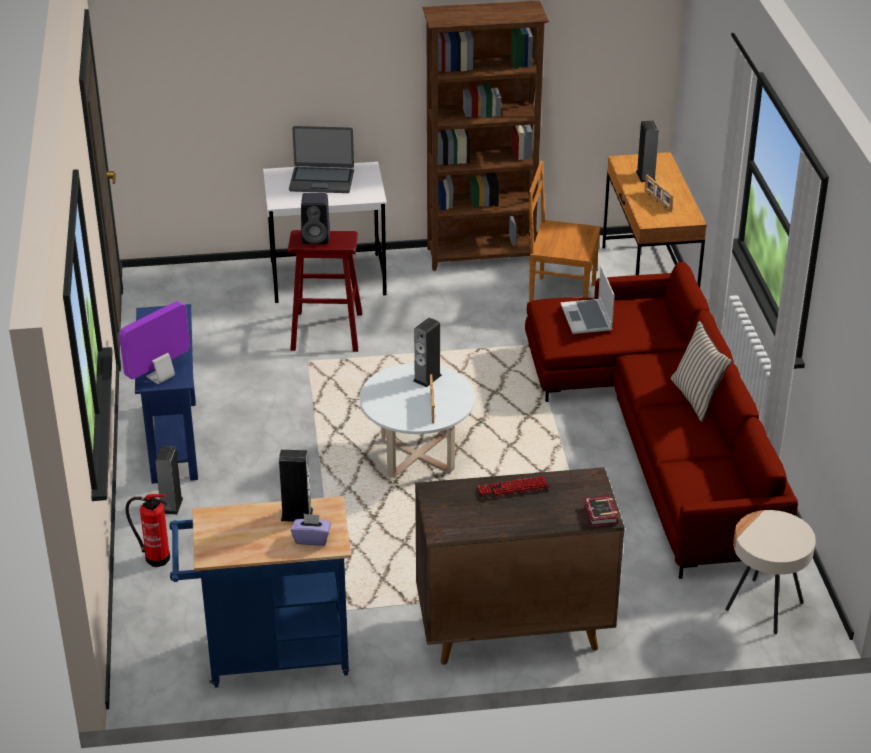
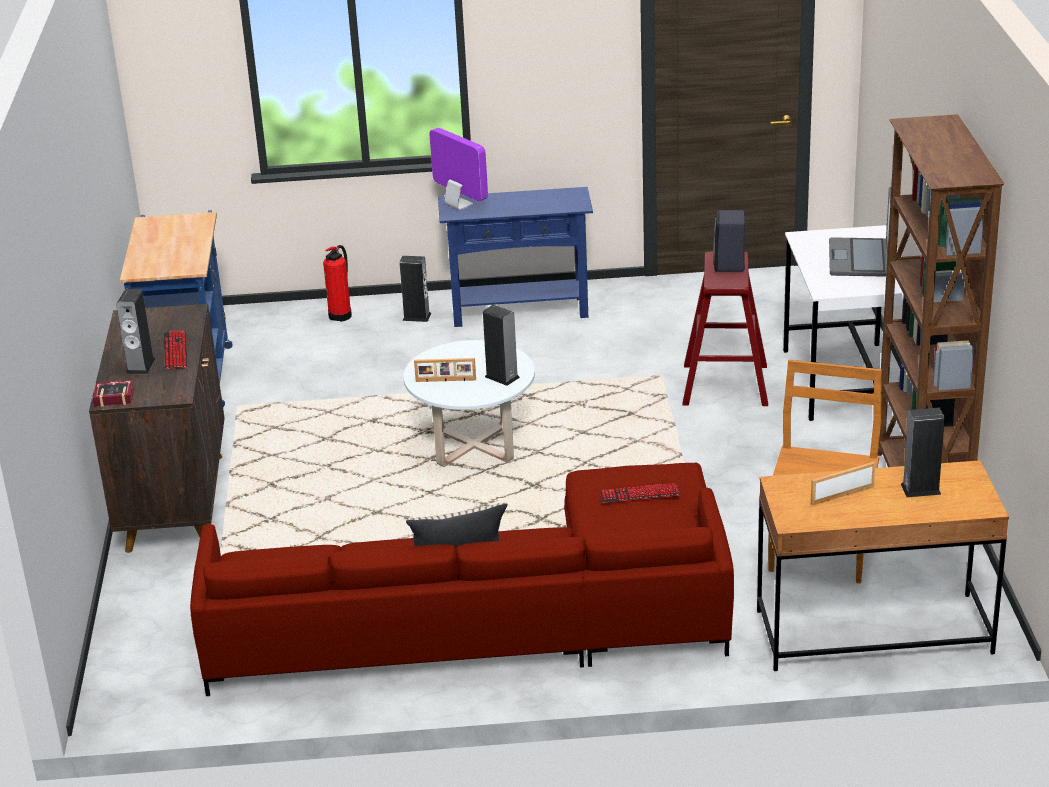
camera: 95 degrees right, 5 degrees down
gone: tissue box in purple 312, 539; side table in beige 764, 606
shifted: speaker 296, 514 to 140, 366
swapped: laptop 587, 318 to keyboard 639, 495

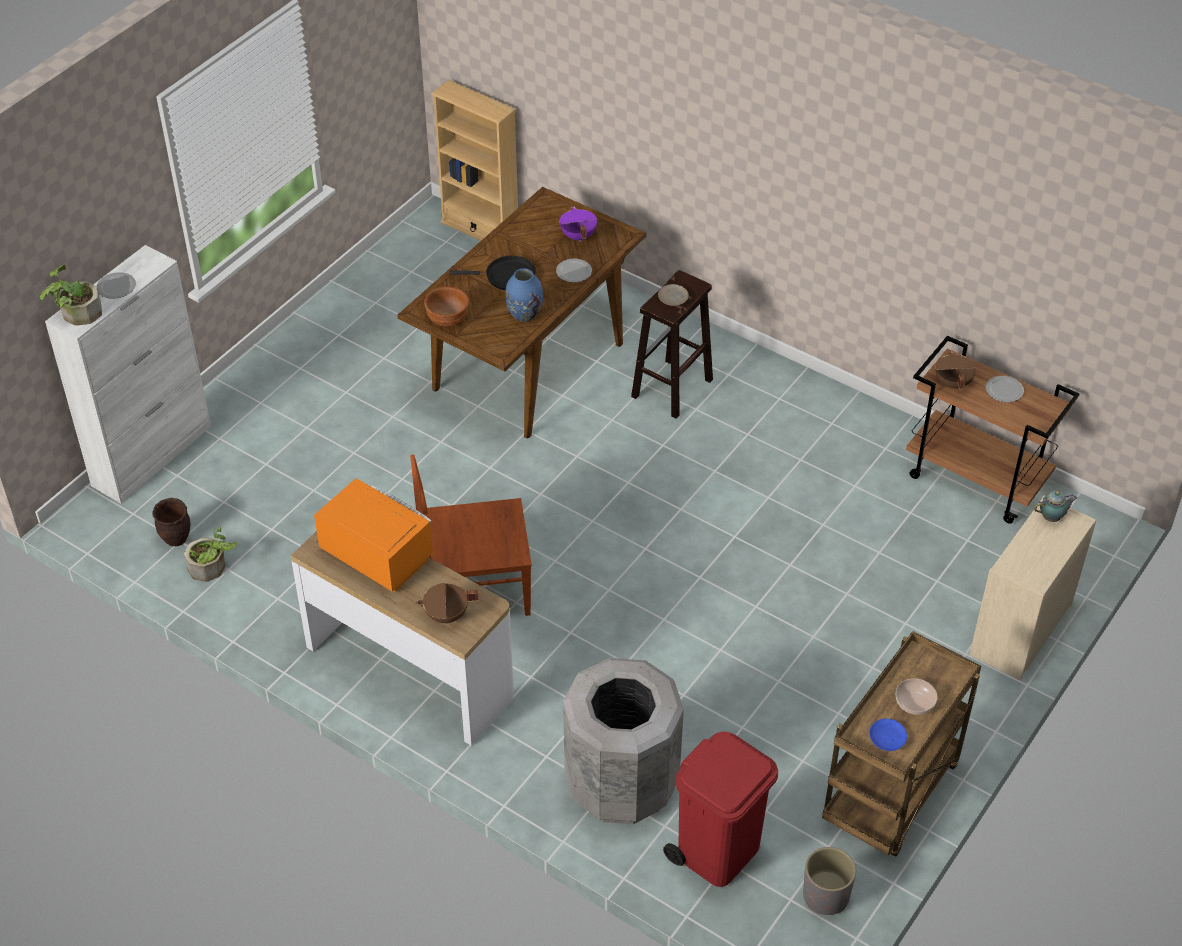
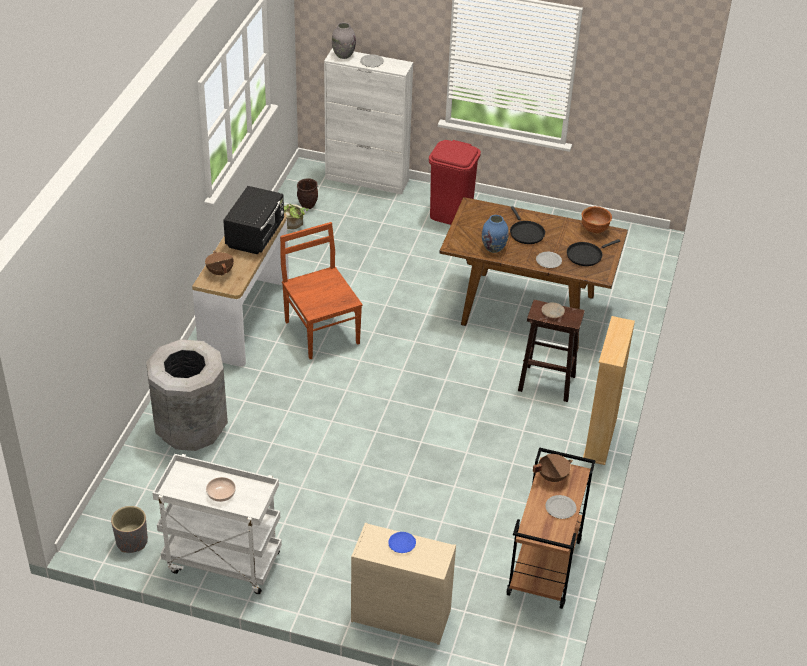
camera: 70 degrees right, 5 degrees down
gone: teapot 1052, 517
shifted: bowl in brown 448, 320 to 594, 230; bookcase in beige 480, 230 to 600, 439; trash can in red 718, 850 to 451, 215; plate in blue 887, 737 to 402, 545
swapped: potted plant 76, 313 to vase in grey 343, 55; cooking pot in purple 577, 236 to frying pan in black 586, 255
repainted: microwave in orange 376, 555 to microwave in black 256, 235; cart in brown 891, 797 to cart in white 221, 562

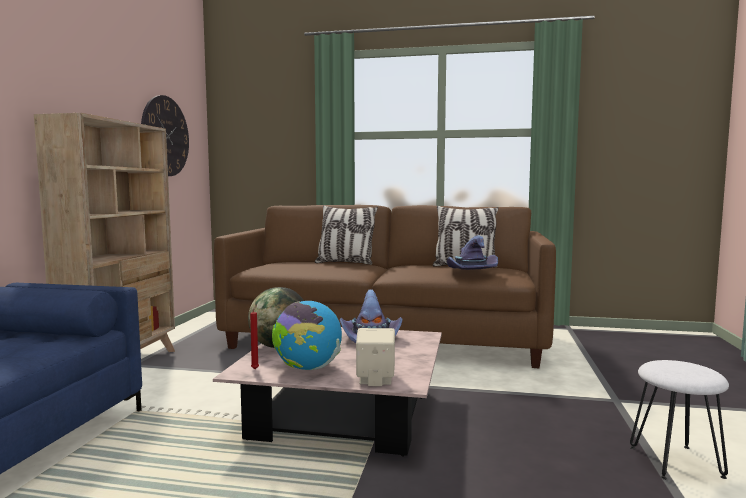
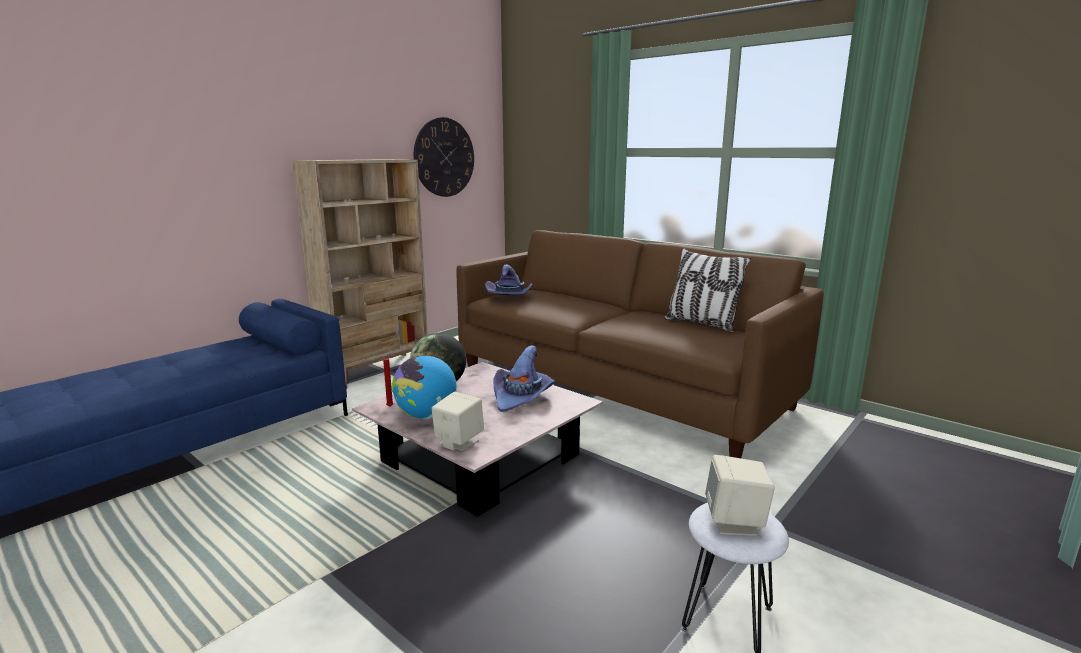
camera: 30 degrees right, 10 degrees up
gone: pillow 345, 263
new: speaker in beige 735, 522
shifted: hat in purple 470, 273 to 509, 297

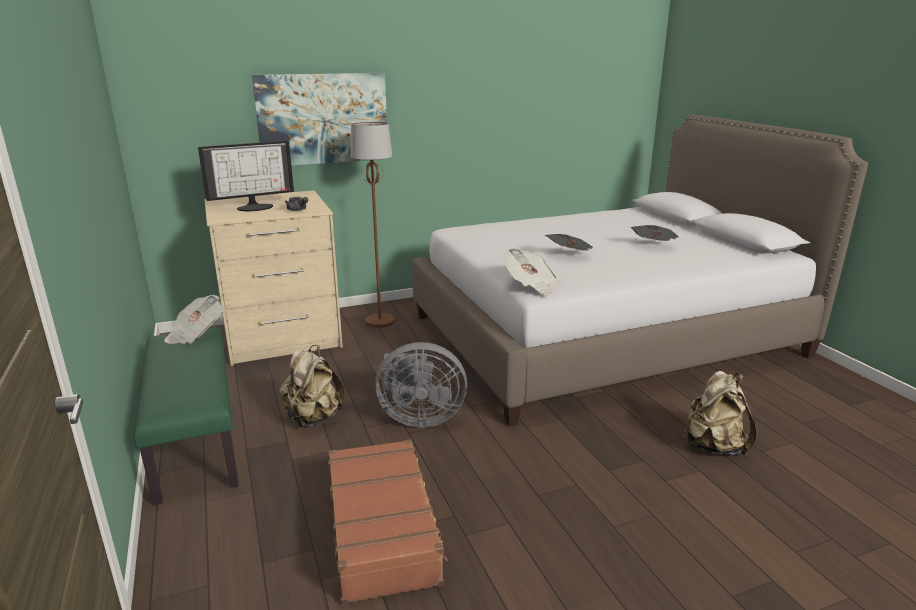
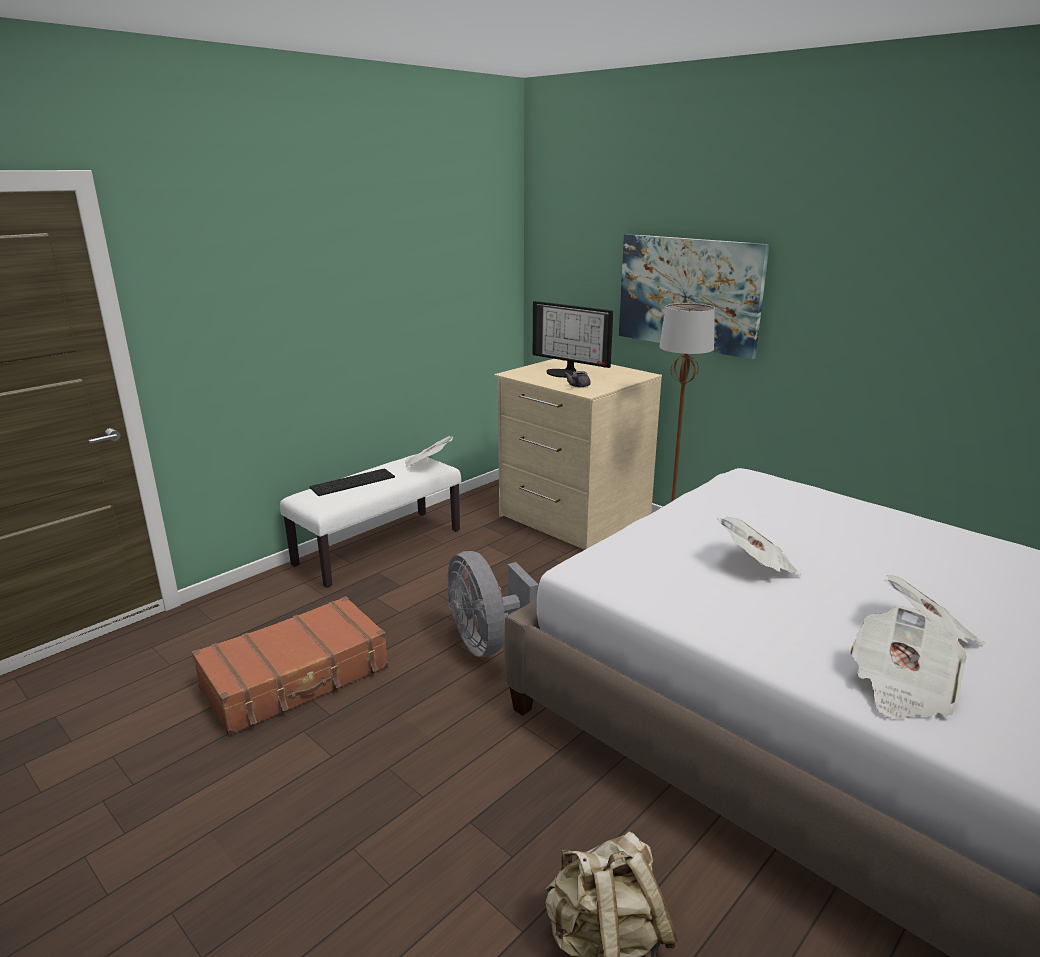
camera: 65 degrees right, 0 degrees up
gone: backpack in beige 313, 418
new: keyboard 353, 481
shifted: newspaper 531, 286 to 900, 688
repainted: bench in green 195, 439 to bench in white 379, 546

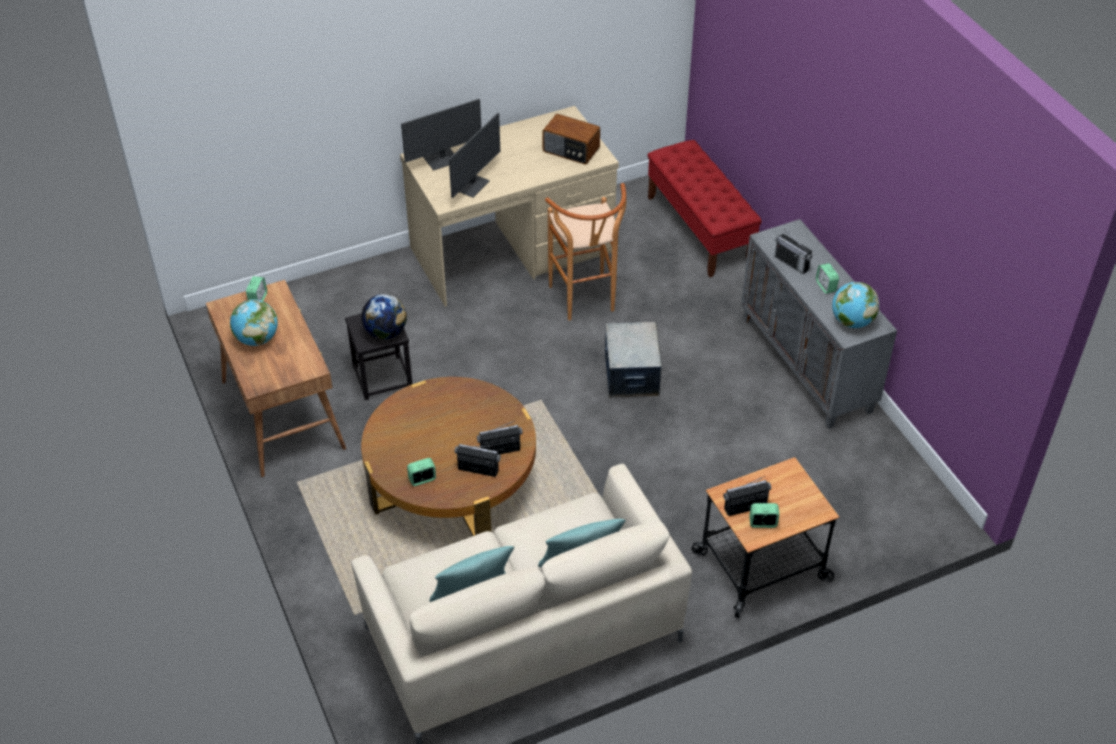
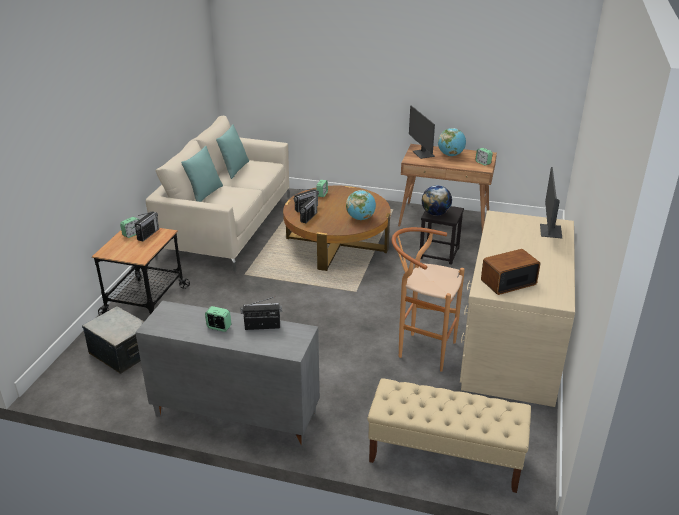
camera: 130 degrees right, 15 degrees down
shifted: monitor 472, 185 to 423, 154; storage box 631, 374 to 122, 353; globe 852, 321 to 360, 218
repainted: bench in red 699, 230 to bench in beige 444, 457

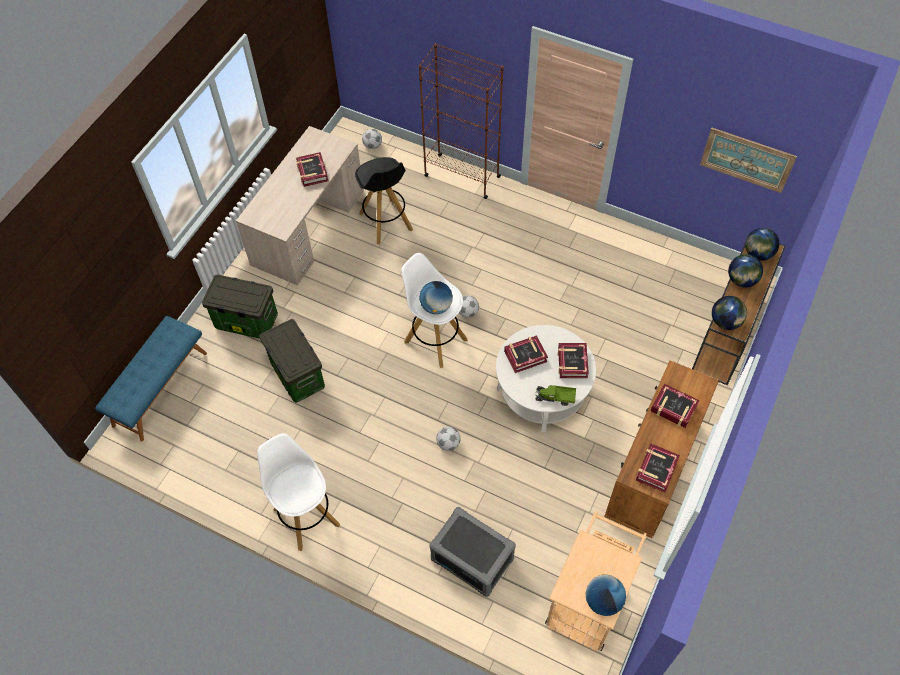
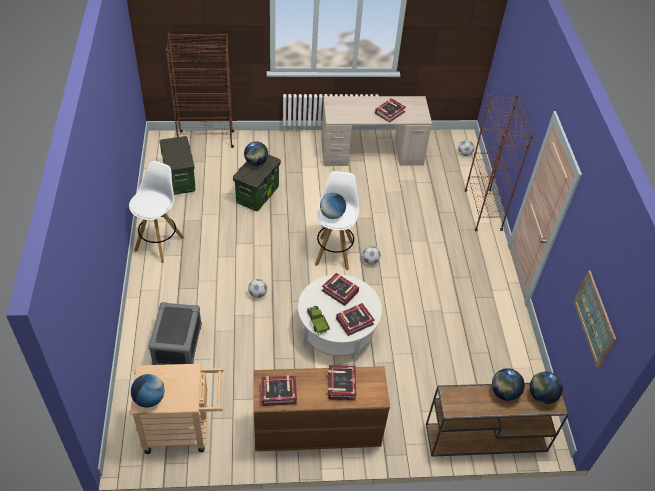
camera: 55 degrees right, 10 degrees down
gone: stool in black 386, 222
shifted: storage box 245, 322 to 179, 179; globe 725, 322 to 256, 162
swapped: bench in blue 159, 388 to bookcase in brown 206, 139

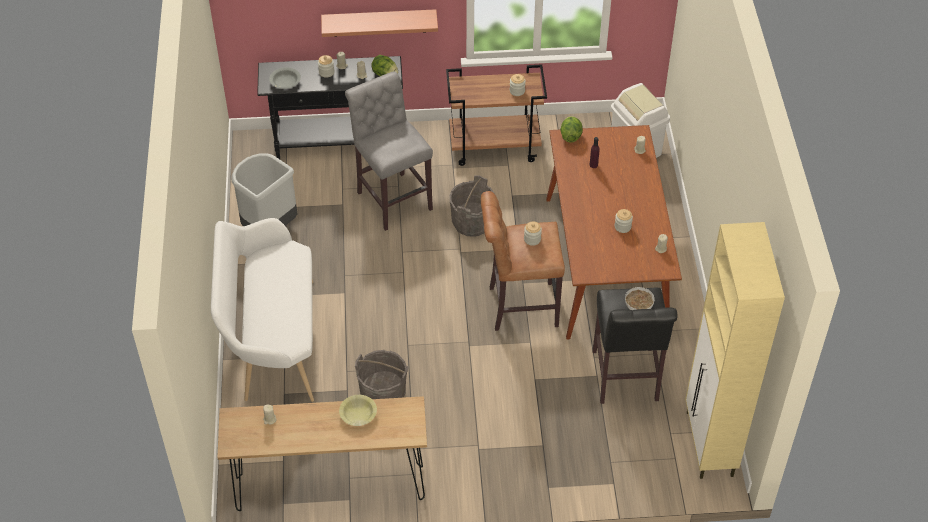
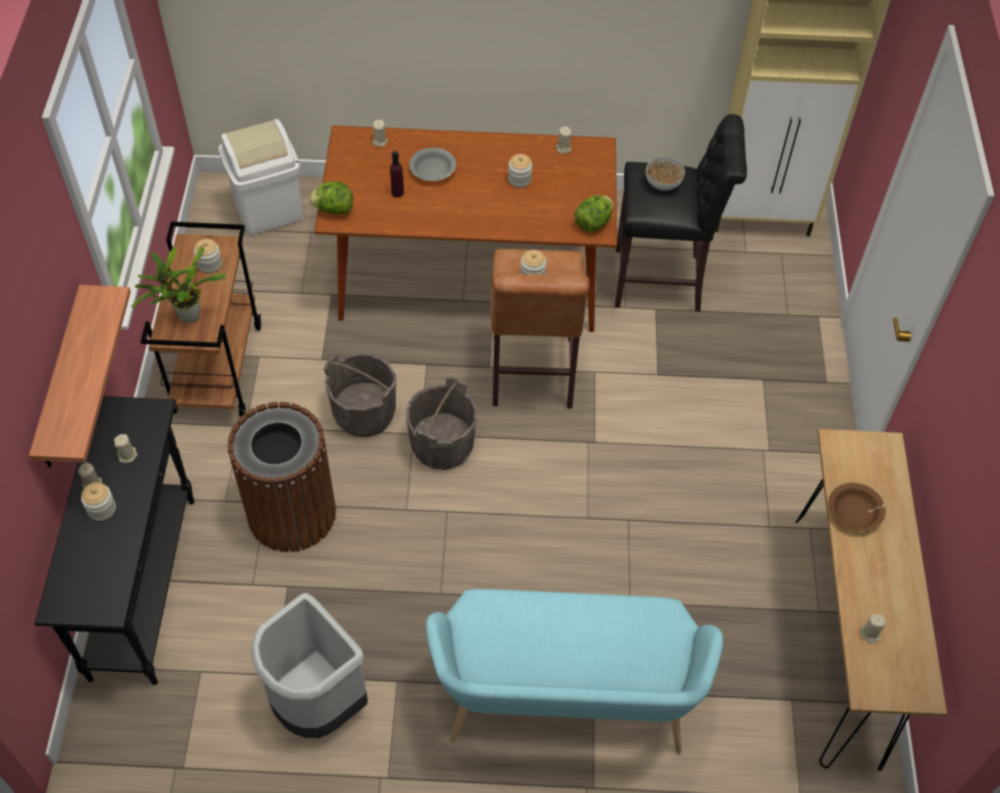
camera: 85 degrees left, 5 degrees up
new: potted plant 186, 316
shifted: bowl in grey 285, 82 to 432, 170; bucket in grey 383, 394 to 442, 445; lettuce 385, 74 to 593, 223
swapped: stool in grey 392, 198 to trash can in brown 291, 513
repainted: bench in white 272, 342 to bench in turquoise 564, 707; bowl in yellow 358, 414 to bowl in brown 854, 512

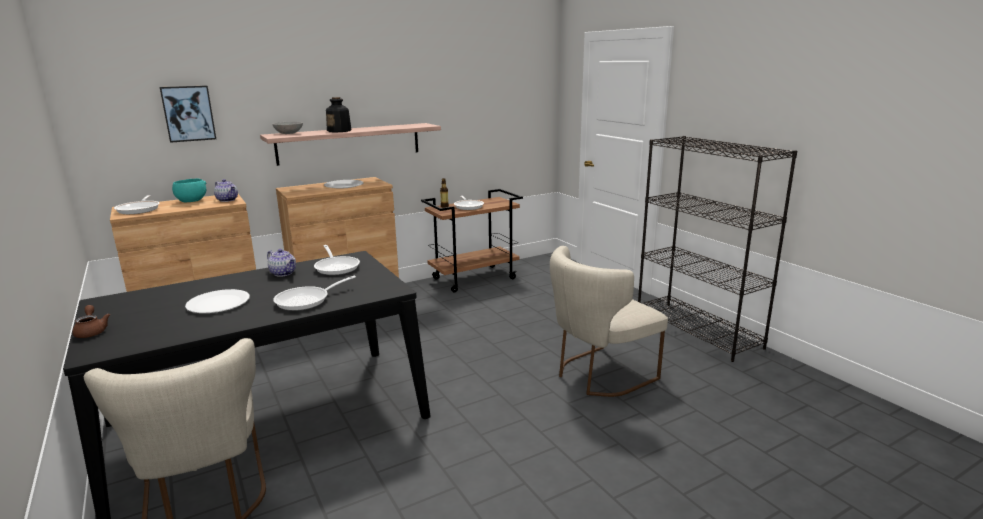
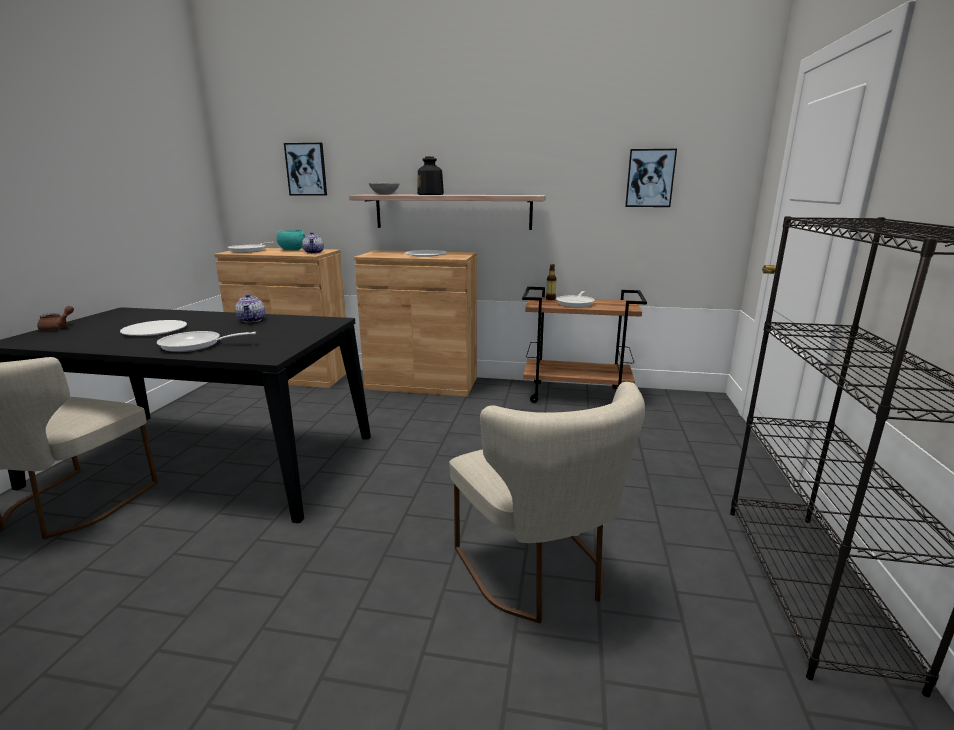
camera: 40 degrees right, 0 degrees up
gone: frying pan 337, 267
new: picture 650, 178
rotated: chair in beige 598, 375 = 539, 573 120 degrees counterclockwise

